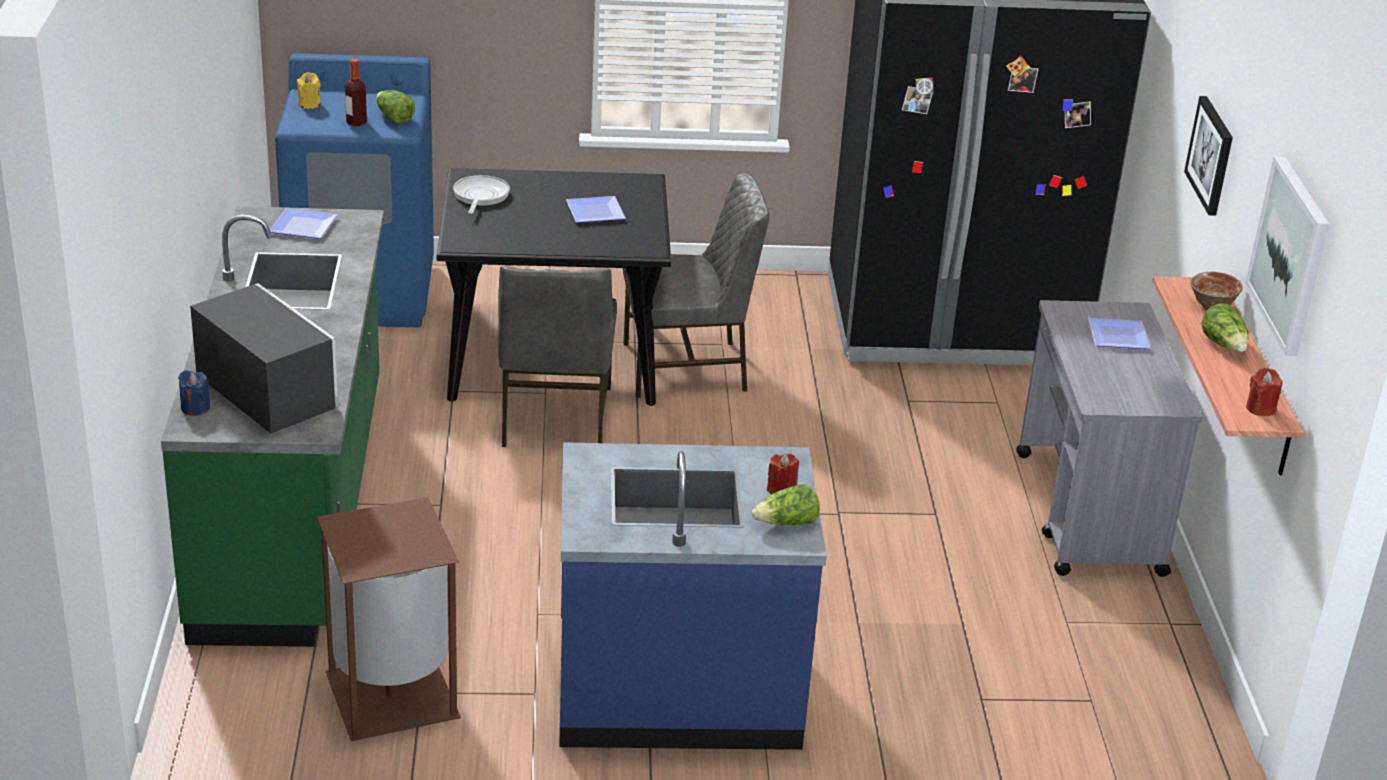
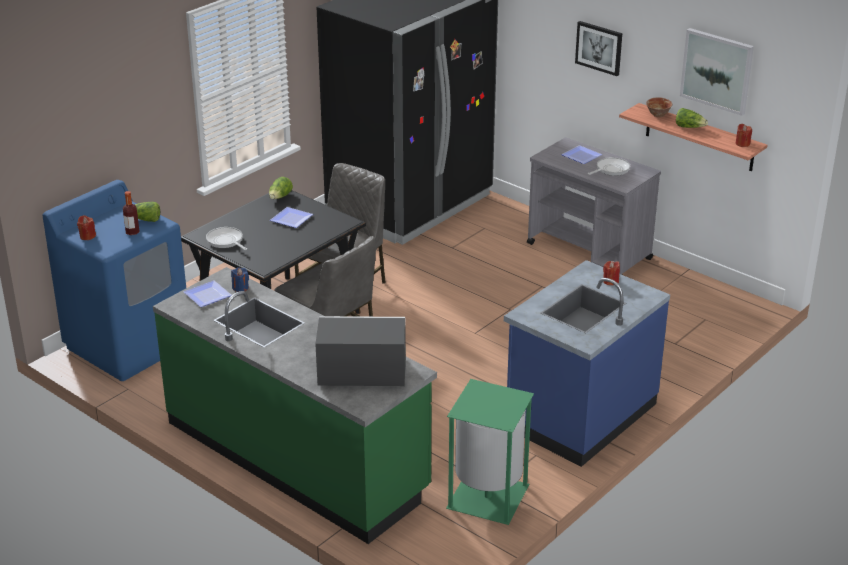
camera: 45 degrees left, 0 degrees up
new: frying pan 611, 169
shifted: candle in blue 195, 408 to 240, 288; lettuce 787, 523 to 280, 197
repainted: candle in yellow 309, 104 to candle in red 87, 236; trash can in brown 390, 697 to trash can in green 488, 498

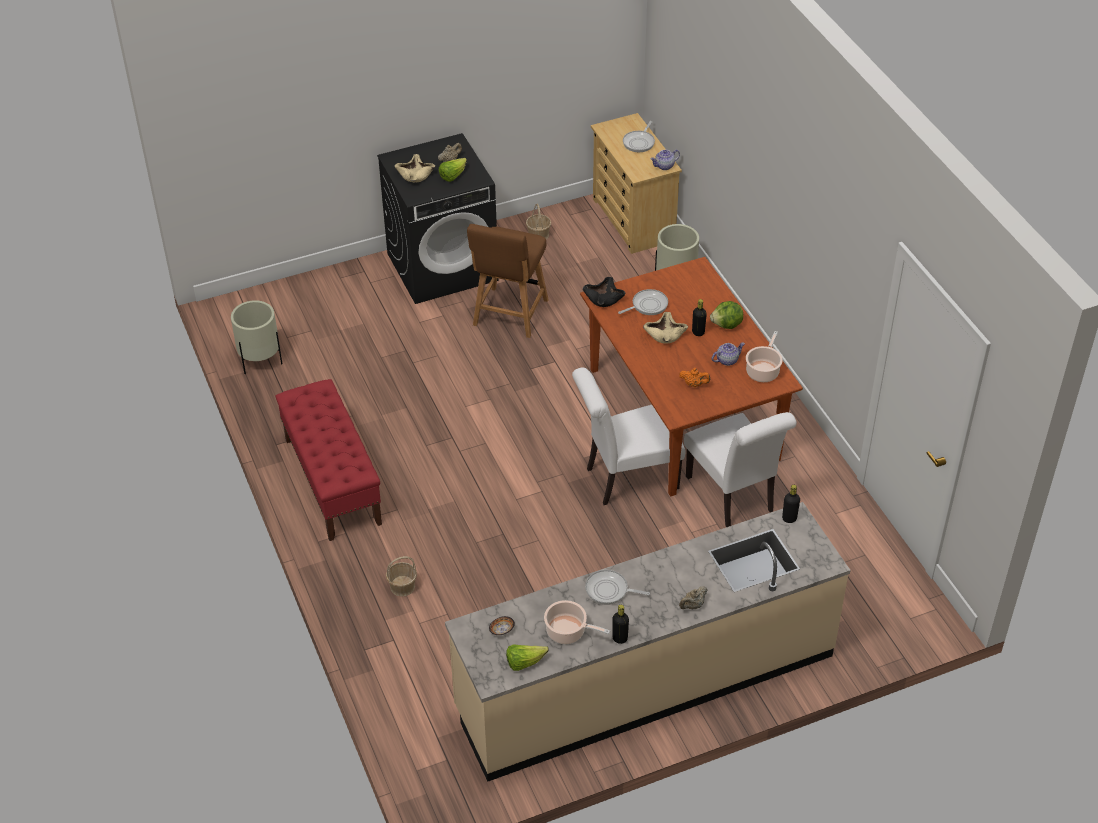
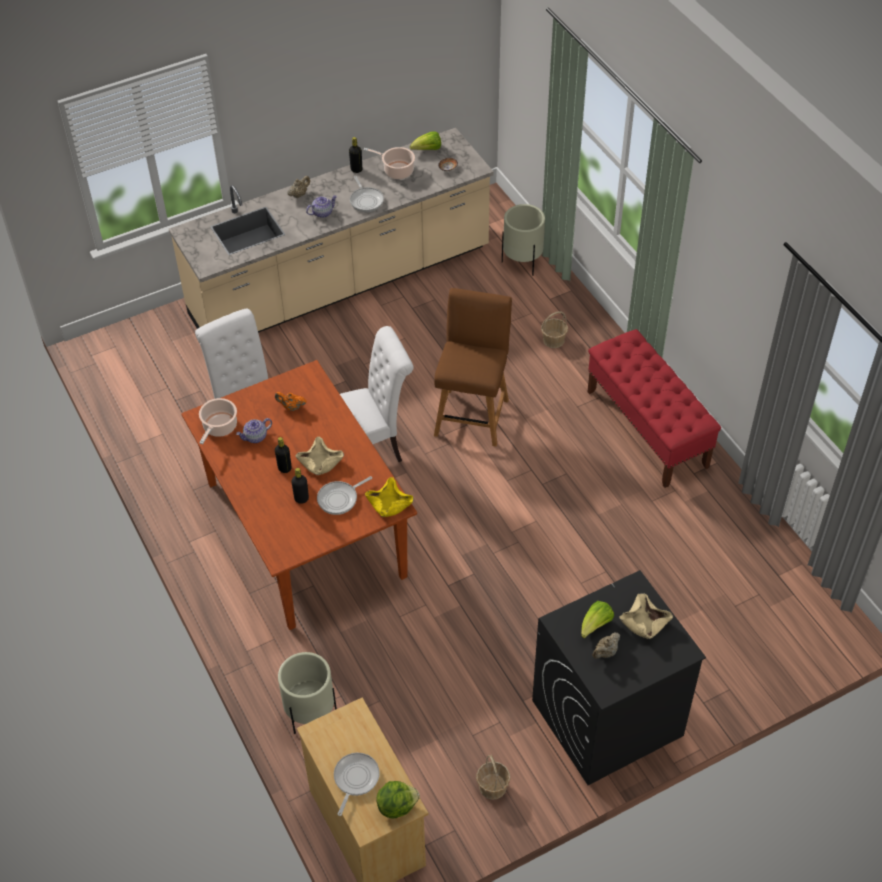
camera: 175 degrees right, 5 degrees up
shifted: planter in beige 260, 362 to 522, 262; chair in brown 509, 315 to 472, 414; teapot 664, 166 to 322, 213; lettuce 727, 325 to 396, 806; bottle in black 789, 518 to 301, 499
repainted: bowl in black 603, 298 to bowl in yellow 389, 504
rotated: frying pan 609, 590 = 366, 200 60 degrees clockwise

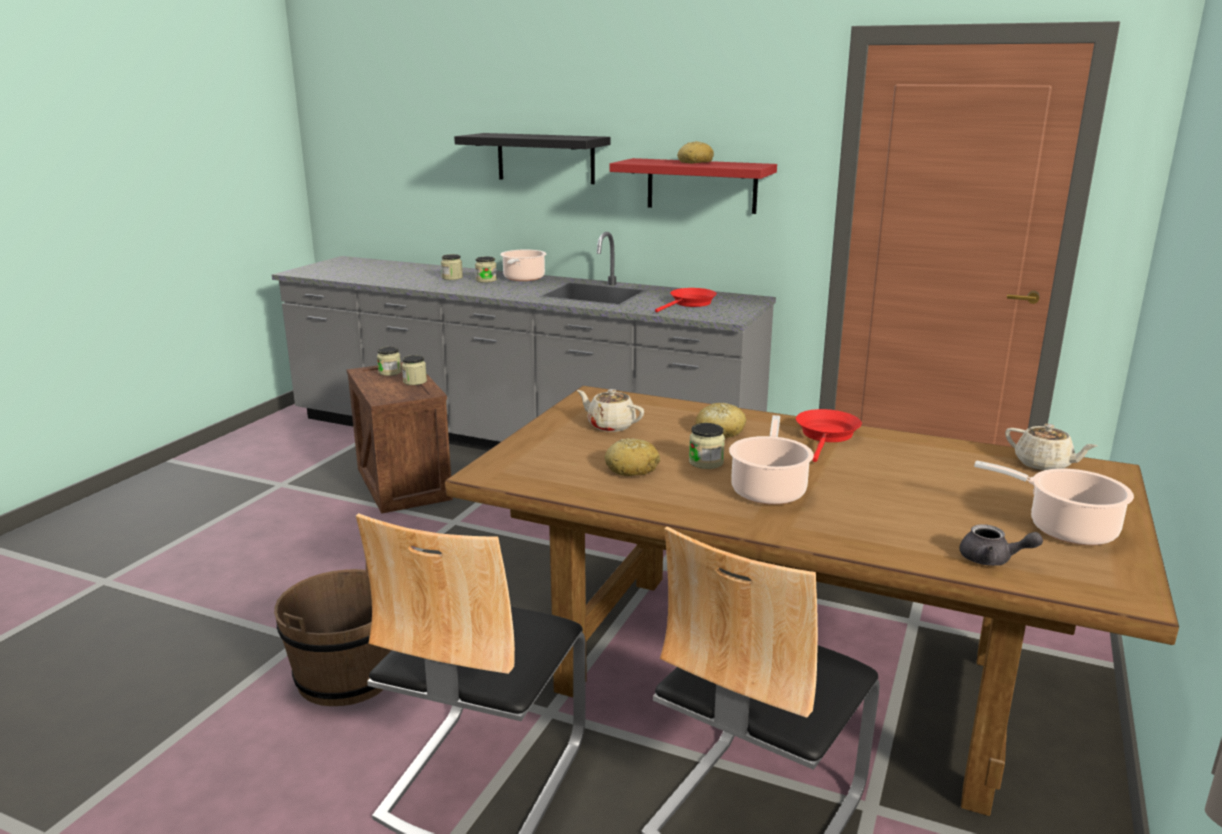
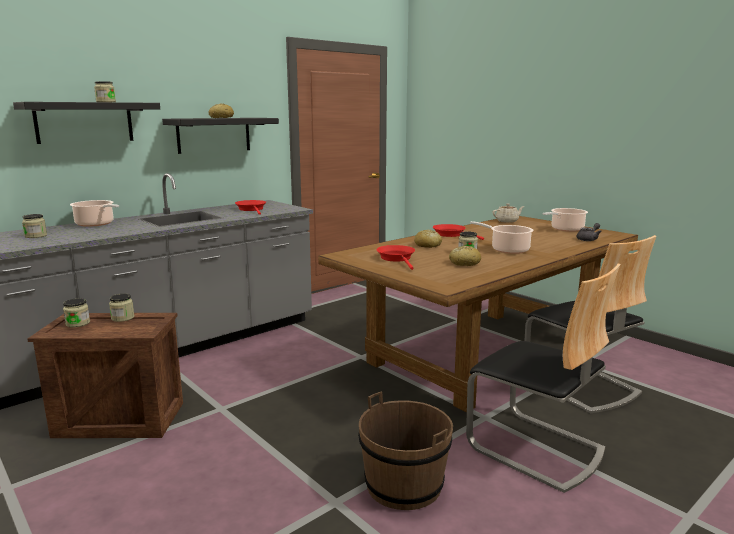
camera: 65 degrees left, 5 degrees down
shifted: jar 486, 280 to 106, 102
swapped: teapot in beige 610, 425 to frying pan in red 397, 258
repainted: shelf in red 701, 185 to shelf in black 214, 135

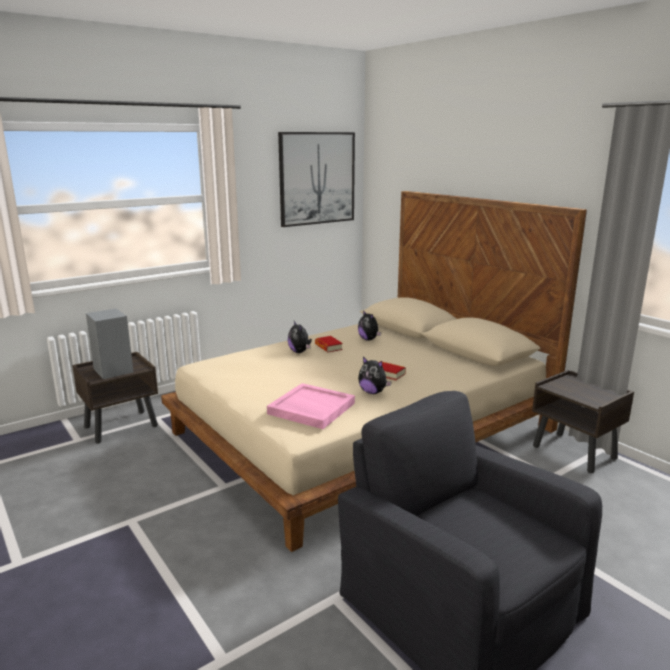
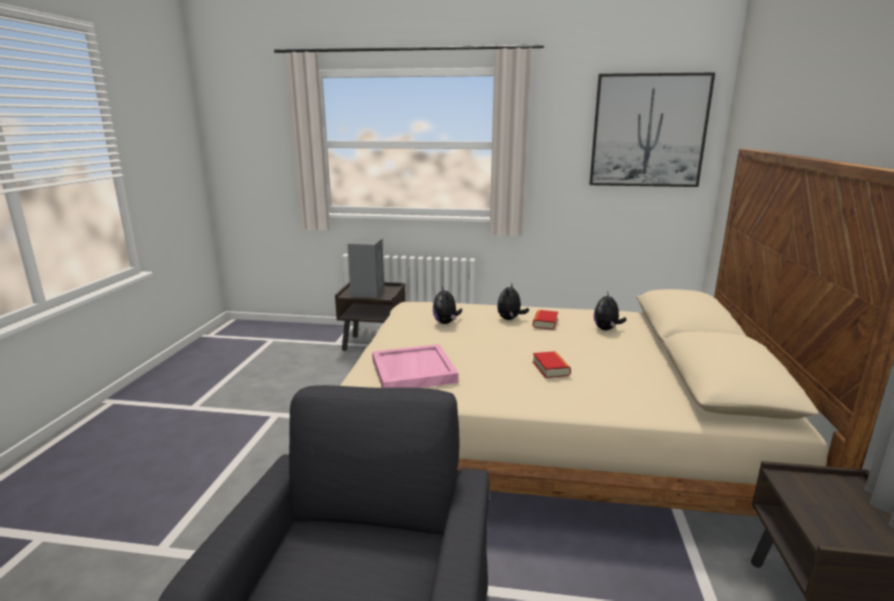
camera: 45 degrees right, 0 degrees up
shifted: plush toy 373, 392 to 446, 323

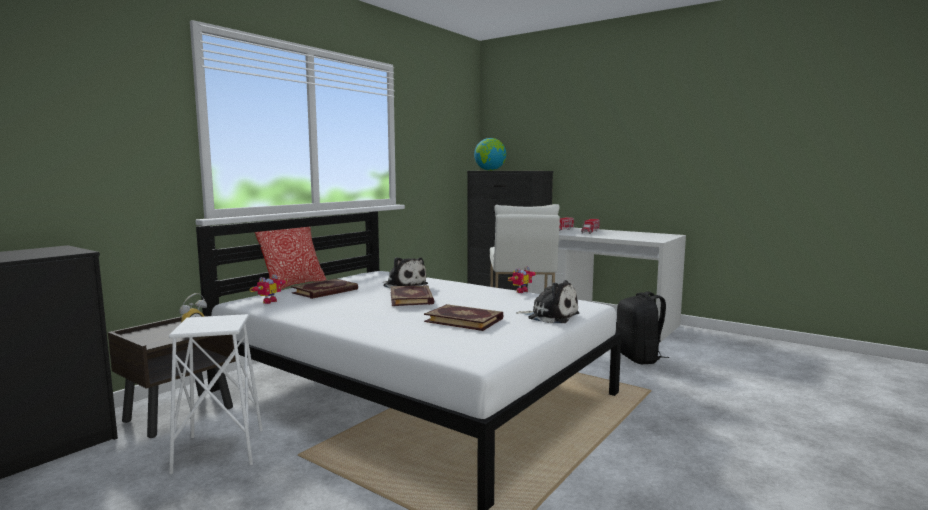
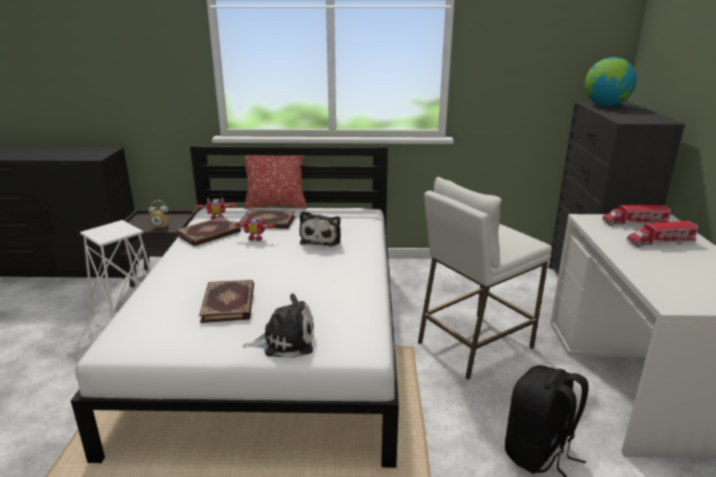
camera: 55 degrees right, 15 degrees up
shifted: book 412, 298 to 209, 234; toy robot 520, 291 to 256, 238
rotated: plush toy 550, 316 = 285, 341 90 degrees counterclockwise

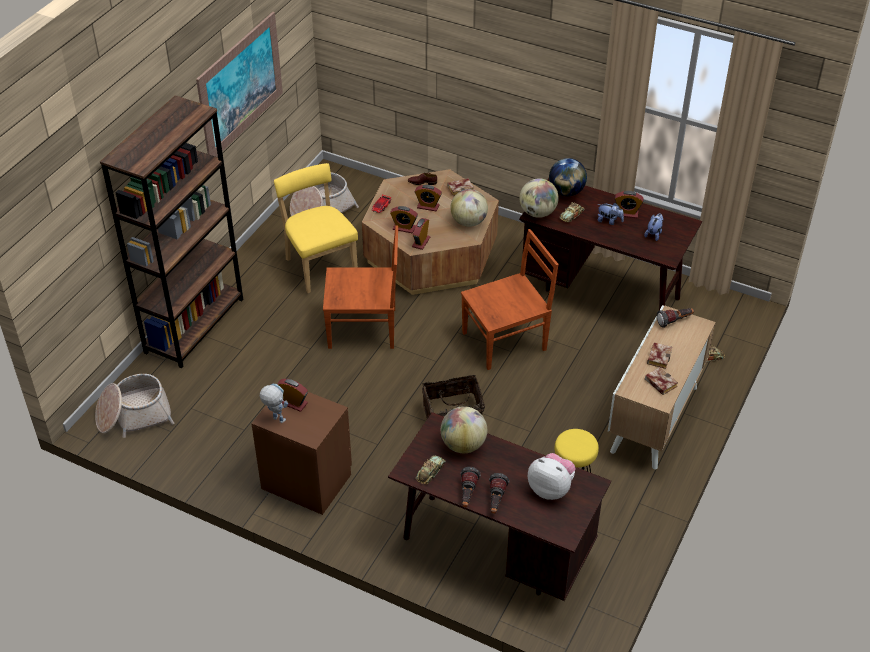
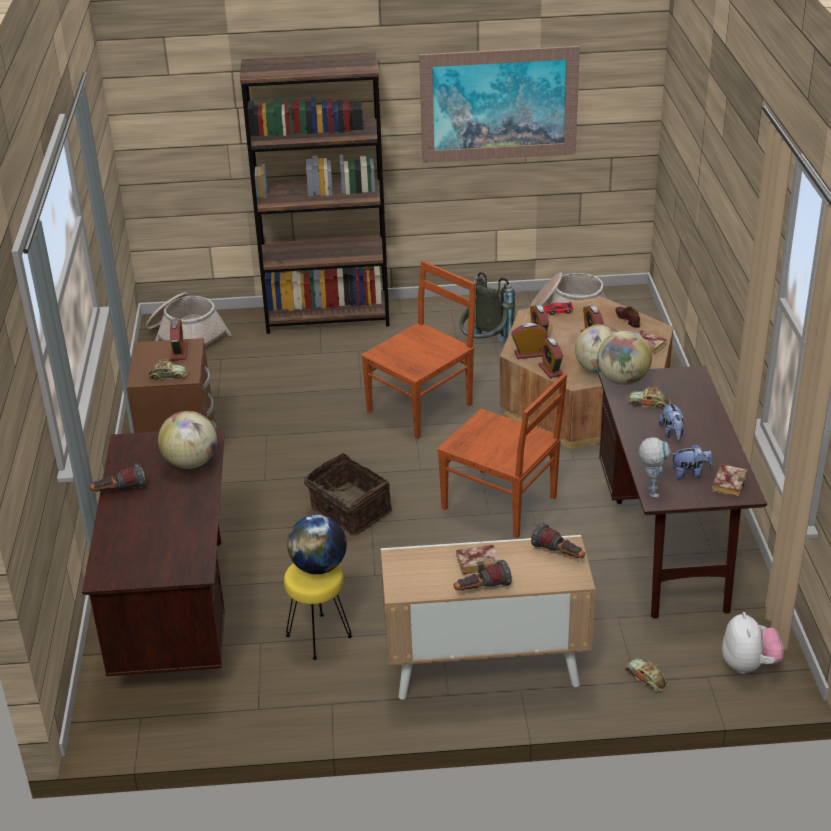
camera: 60 degrees right, 10 degrees down
shifted: toy robot 275, 418 to 651, 489; toy car 430, 472 to 167, 376; flashlight 496, 501 to 481, 589; plush toy 551, 488 to 749, 665; globe 566, 192 to 318, 567; alarm clock 627, 213 to 550, 370; book 659, 383 to 728, 483
swapped: chair in yellow 319, 265 to backpack in grey 484, 346
rotated: chair in brown 364, 328 = 422, 407 105 degrees counterclockwise

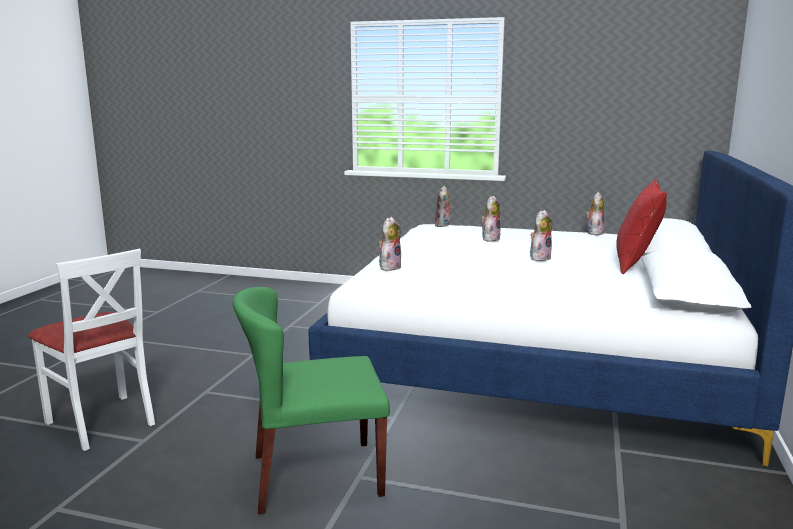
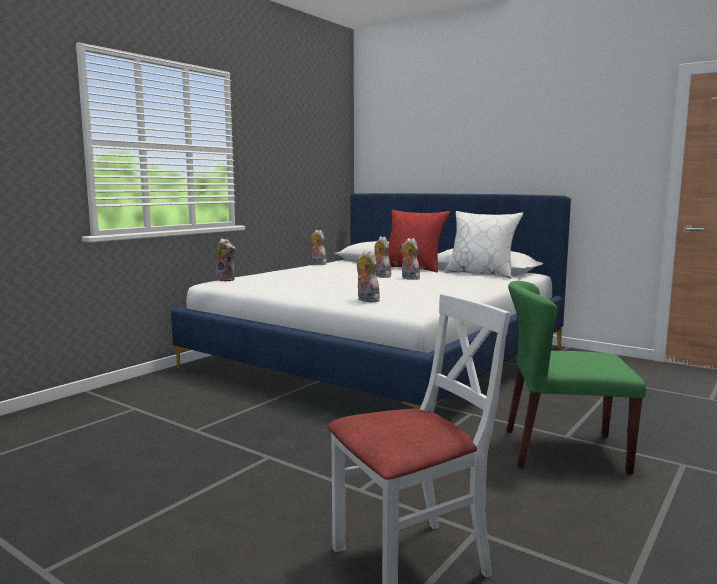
camera: 70 degrees left, 5 degrees down
new: pillow in white 481, 274
shifted: plush toy 490, 239 to 409, 278
rotated: chair in green 315, 475 = 563, 450 90 degrees clockwise

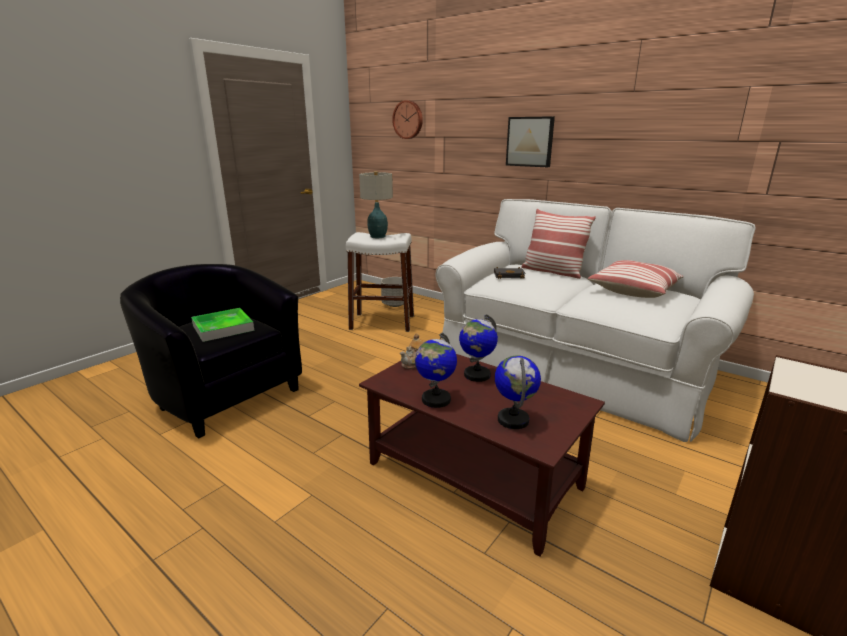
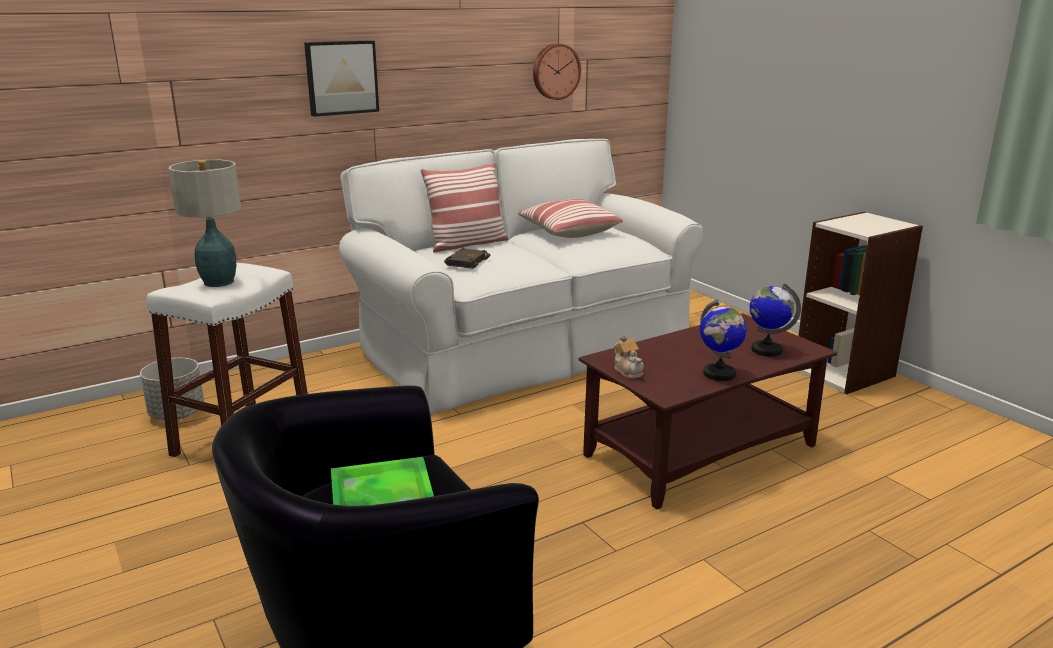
camera: 70 degrees left, 0 degrees up
gone: globe 476, 375
shifted: wall clock 408, 120 to 555, 71

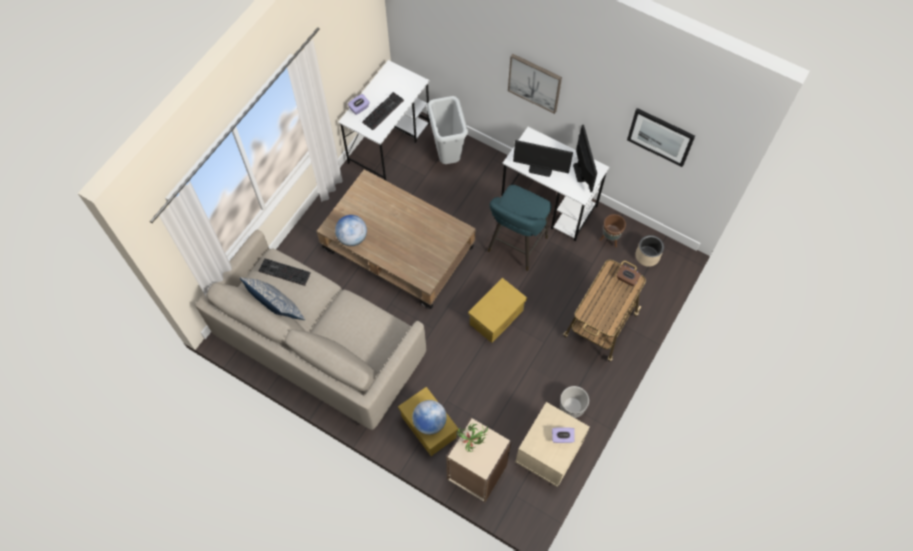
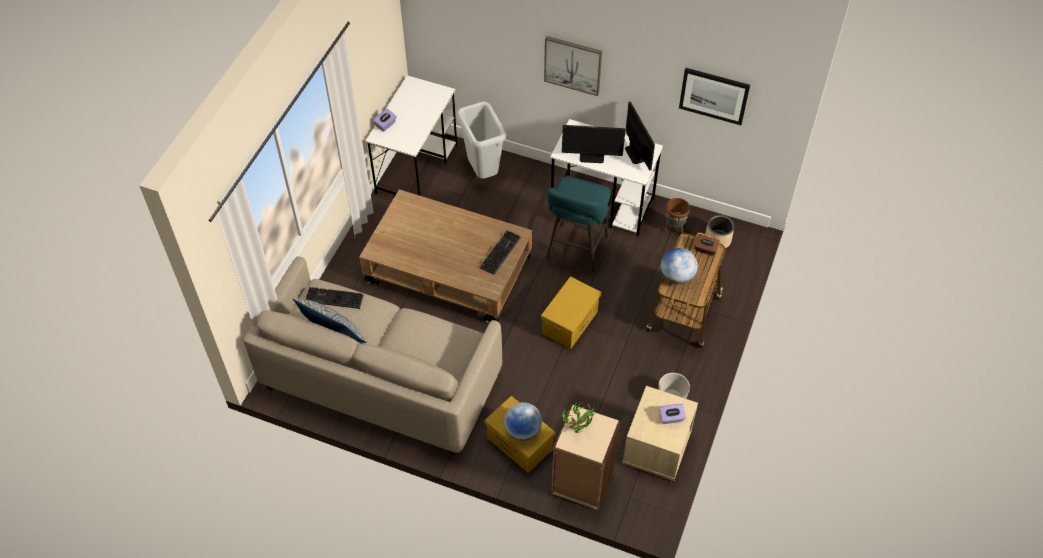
camera: 10 degrees left, 10 degrees down
shifted: globe 352, 238 to 677, 277; keyboard 383, 110 to 500, 252

